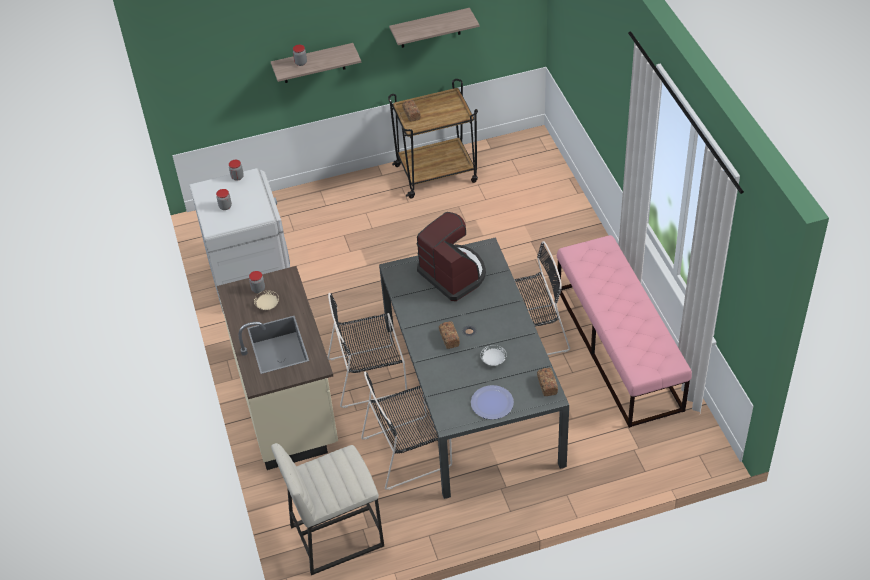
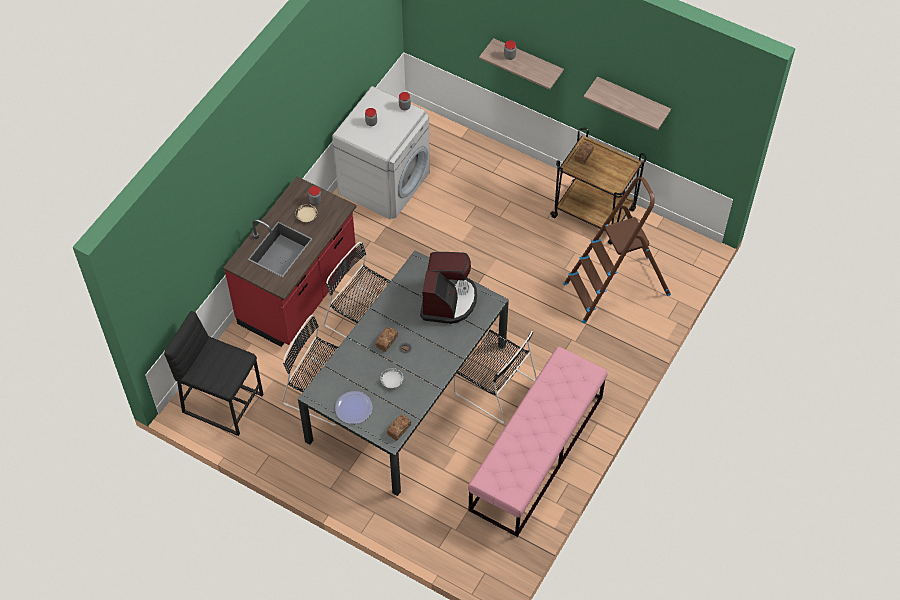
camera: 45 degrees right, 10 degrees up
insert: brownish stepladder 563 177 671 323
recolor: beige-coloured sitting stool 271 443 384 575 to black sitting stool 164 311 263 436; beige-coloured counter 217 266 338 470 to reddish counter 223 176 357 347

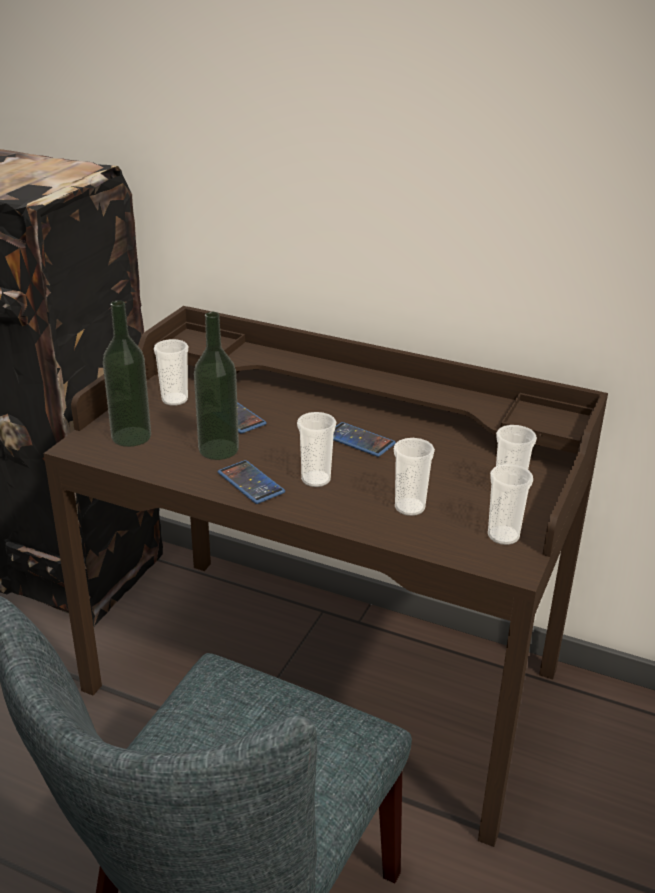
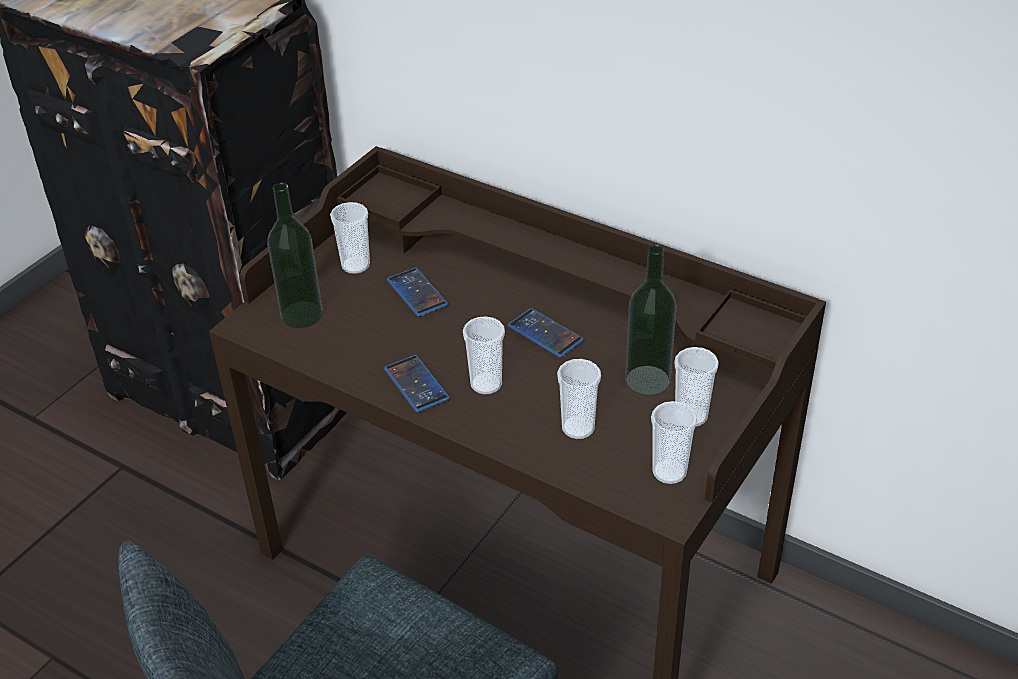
camera: 10 degrees right, 10 degrees up
move: bottle 194 312 239 460 to 625 245 676 396

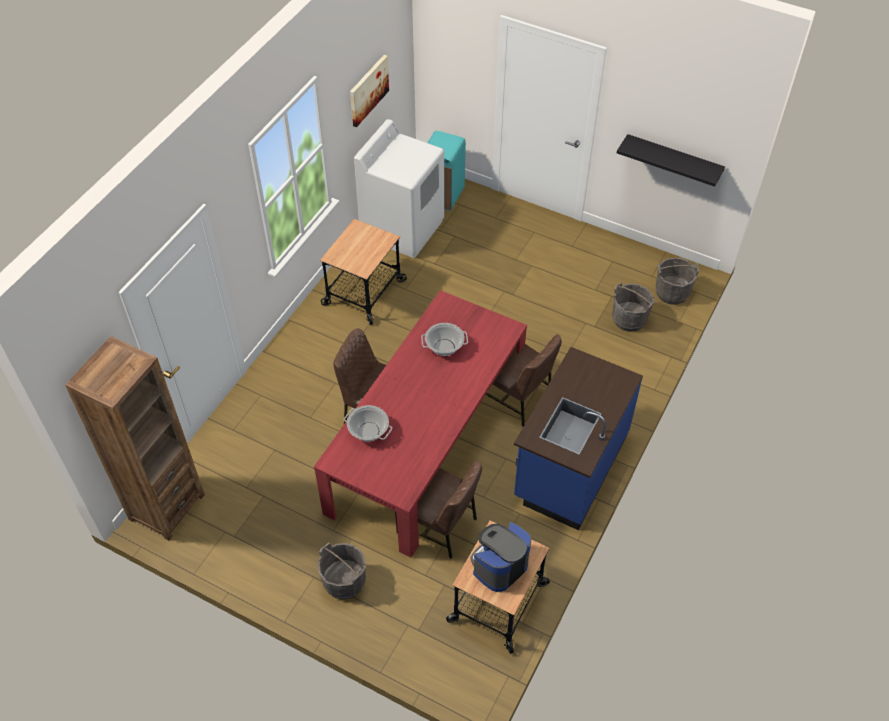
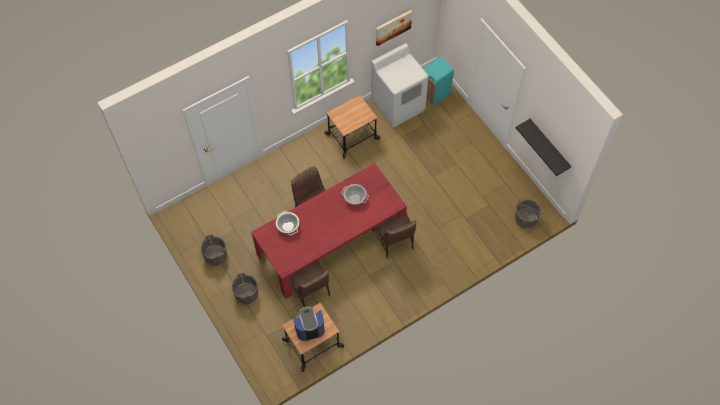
camera: 30 degrees right, 10 degrees up
delete: brownish bookshelf 65 336 205 541; blue counter 514 347 643 530
move: gray pail 612 282 655 332 to 200 234 227 266

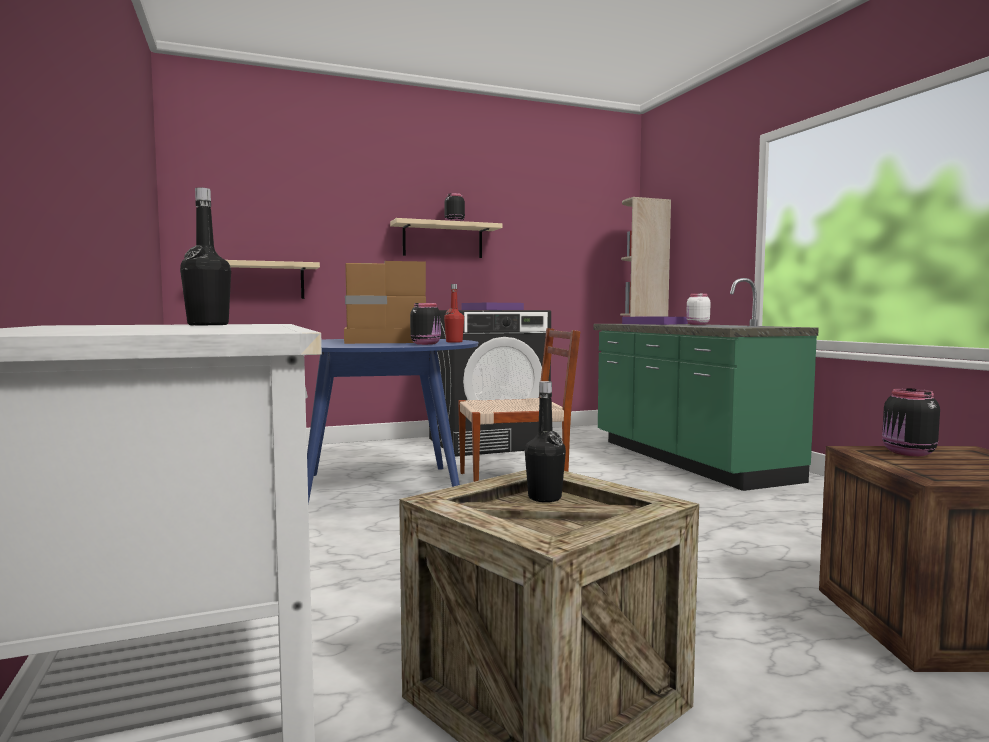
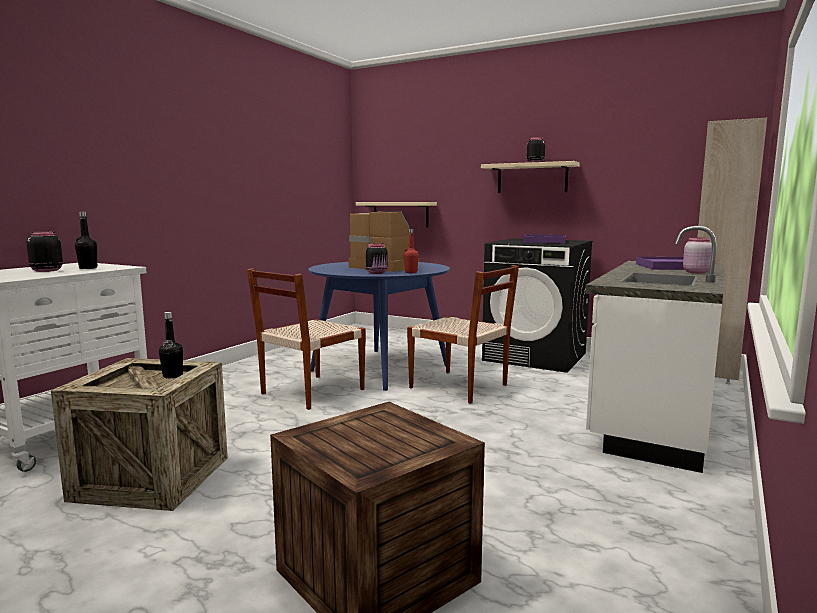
camera: 50 degrees right, 5 degrees up
insert: upright chair 247 268 366 410
move: black jar 882 388 940 456 to 27 231 63 272
recolor: green counter 594 278 819 491 to white counter 585 226 725 473; white jar 686 294 710 325 to pinkish jar 683 237 712 273

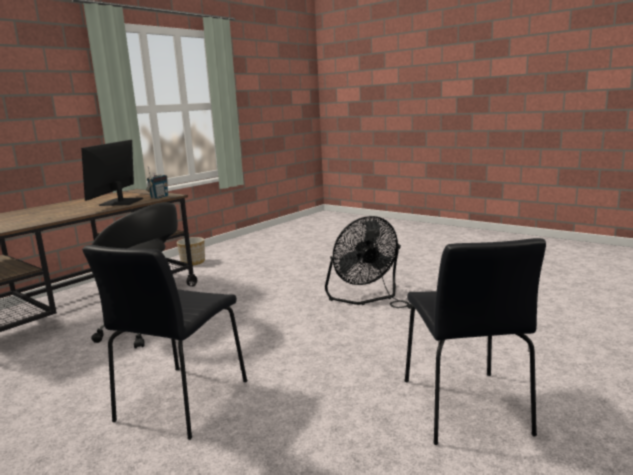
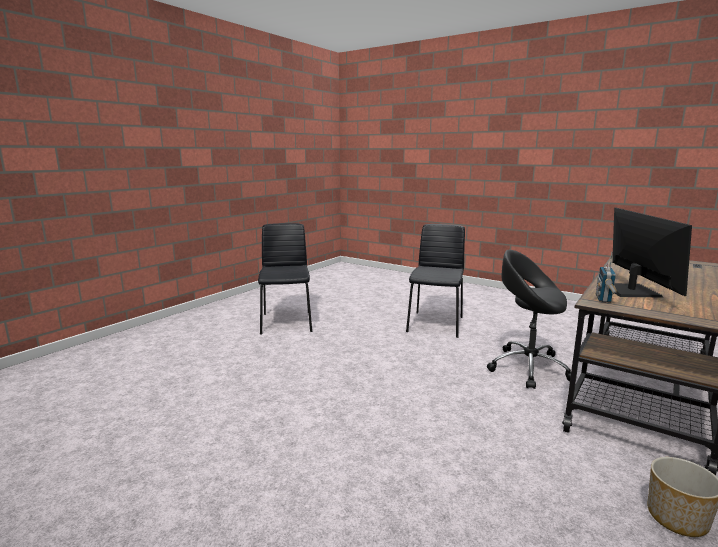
camera: 175 degrees right, 0 degrees up
delete: black electric fan 325 216 412 309

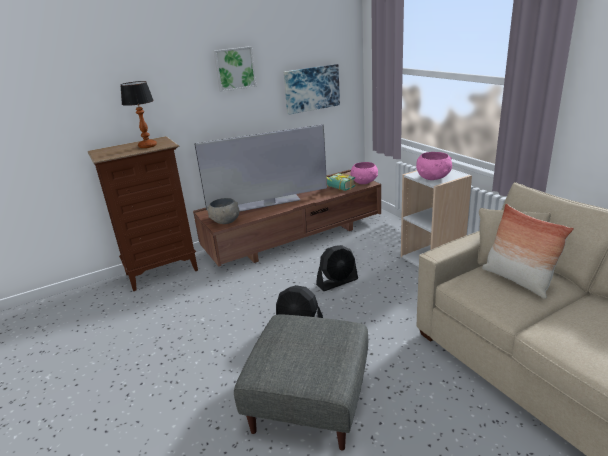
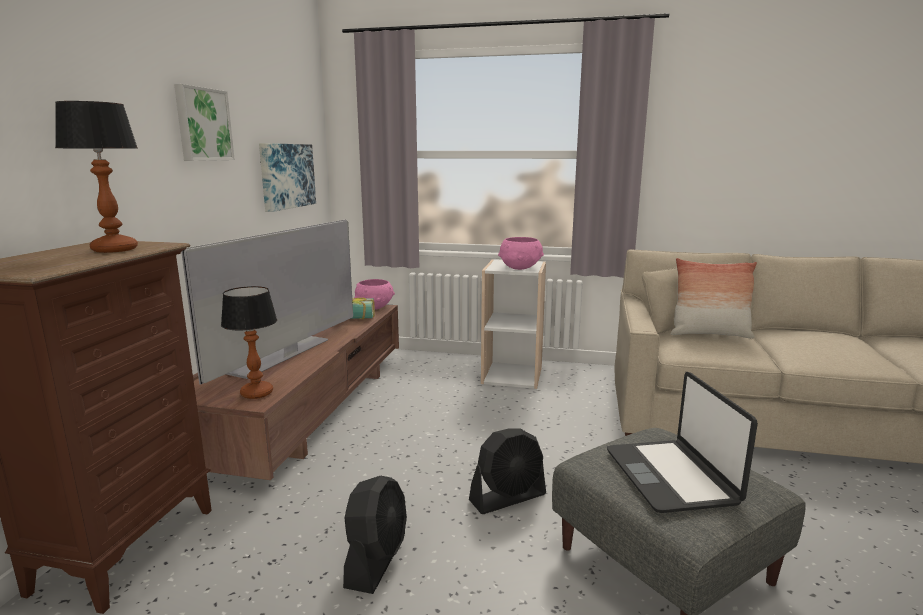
camera: 50 degrees left, 10 degrees down
insert: notebook computer 607 372 758 513
move: black electric fan 316 245 358 291 to 343 476 407 594
replace: gray serving bowl 207 198 239 224 to tabletop lamp 221 286 277 399

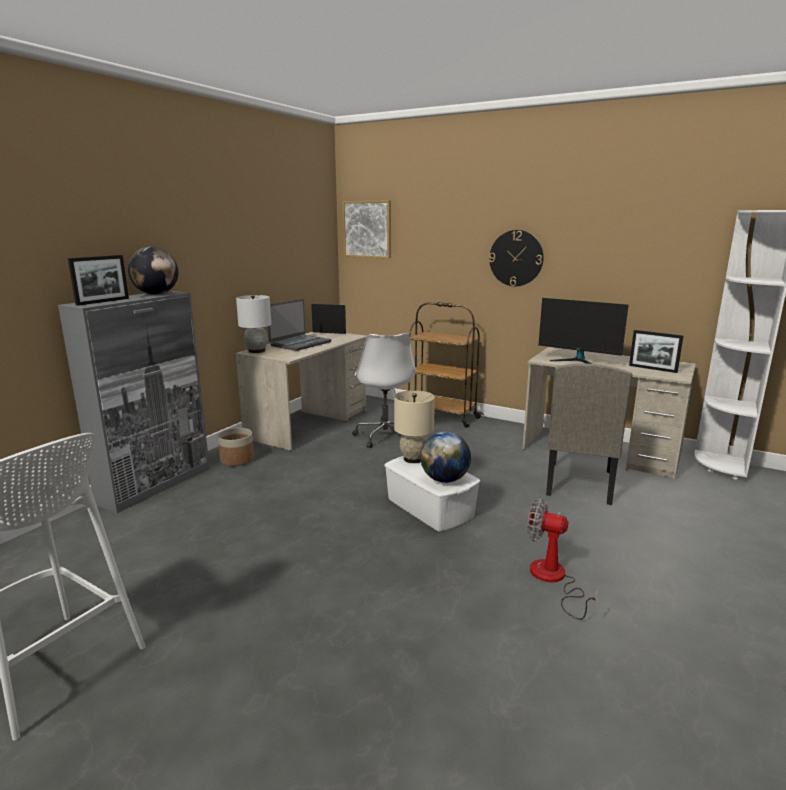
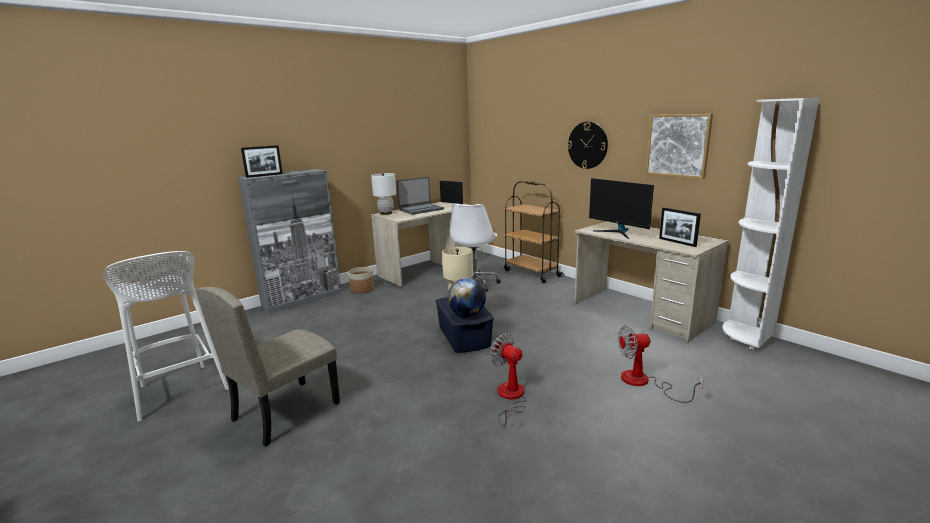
camera: 20 degrees right, 0 degrees up
delete: world globe 128 246 178 295
insert: electric fan 618 325 704 403
move: beige-coloured upright chair 546 363 632 505 to 196 287 340 447; picture 342 201 391 259 to 645 114 713 179
recolor: white storage bin 384 456 480 531 to blue storage bin 436 297 494 353

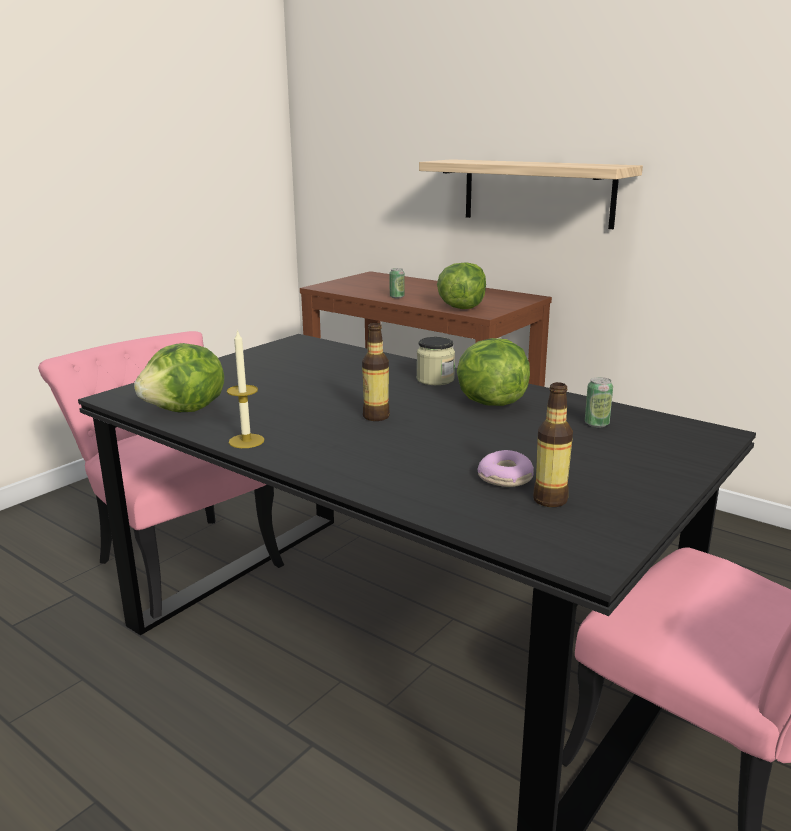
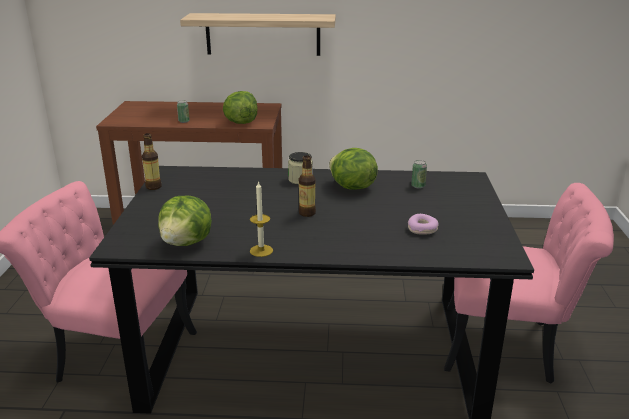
camera: 35 degrees left, 5 degrees up
move: bottle 533 382 573 507 to 142 133 162 190

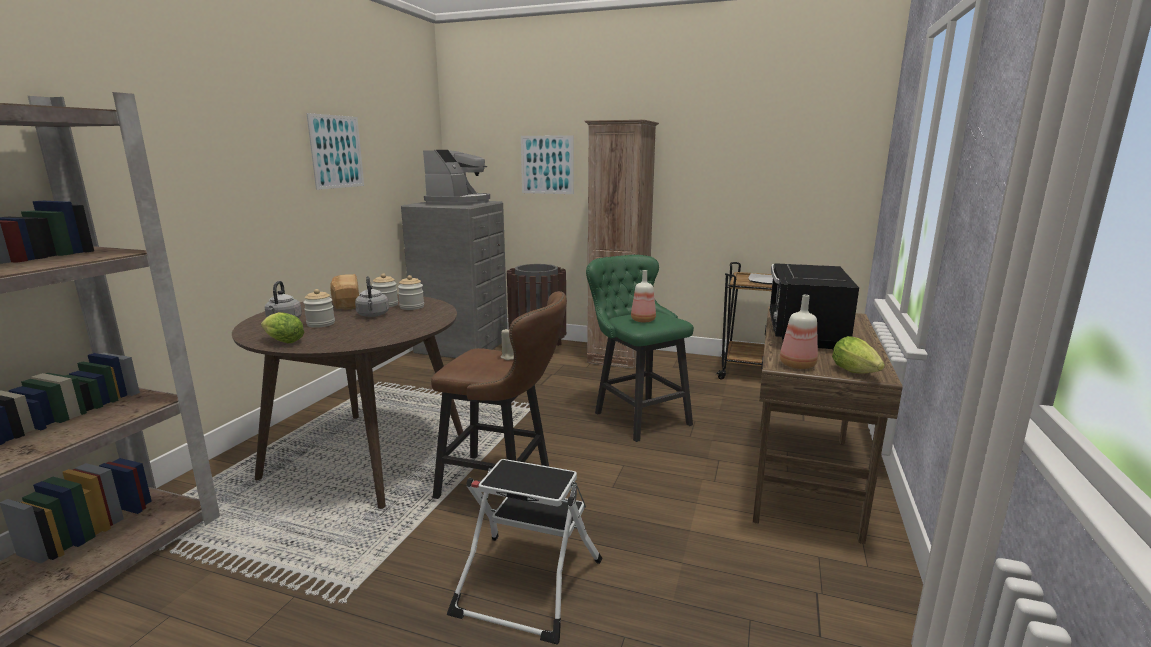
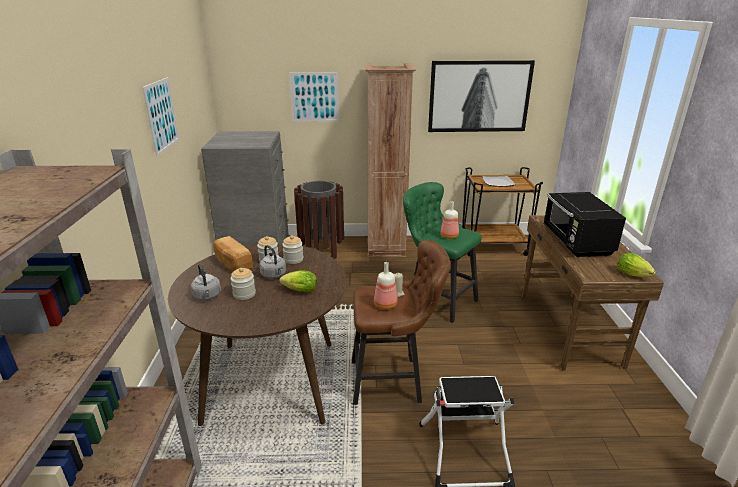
camera: 20 degrees left, 10 degrees up
delete: coffee brewer 423 150 490 205
insert: picture 428 60 535 132
move: head of lettuce 261 312 304 343 to 279 270 317 292; bottle 780 295 818 369 to 374 262 398 310

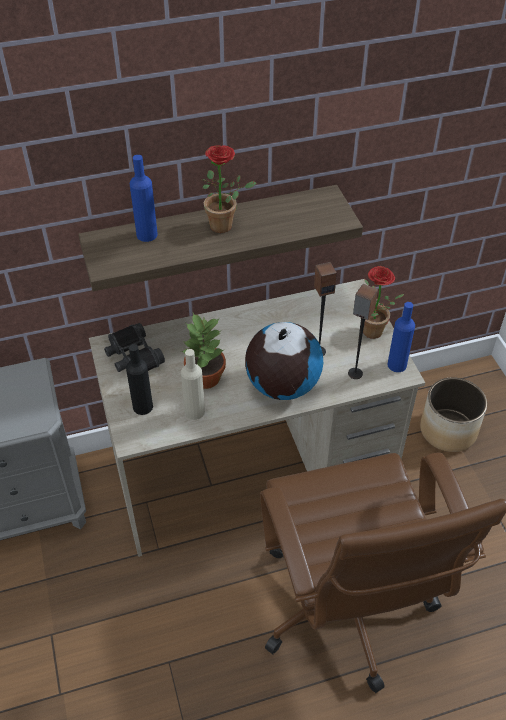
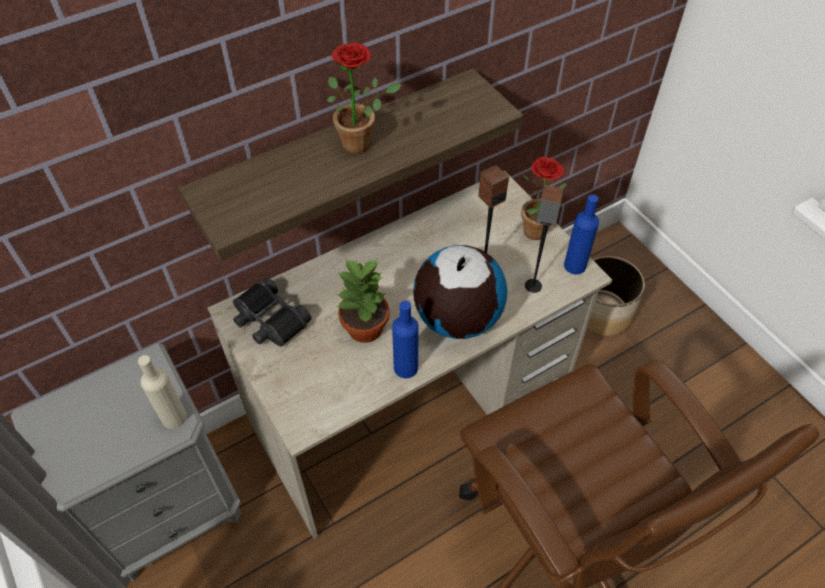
camera: 15 degrees left, 5 degrees up
delete: black bottle 126 344 153 415
move: beige-coloured bottle 181 349 205 420 to 138 355 187 429; blue bottle 130 155 158 242 to 392 301 419 378

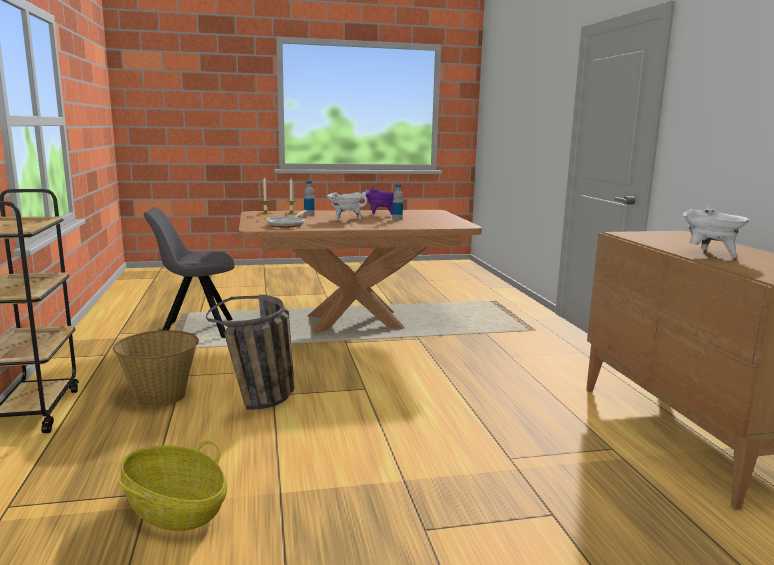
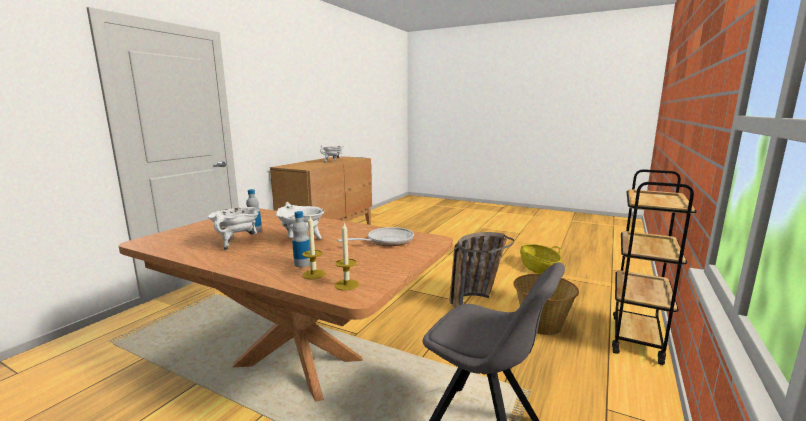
camera: 140 degrees left, 0 degrees up
recolor: purplish saucepot 364 187 394 215 to white saucepot 208 207 259 250

